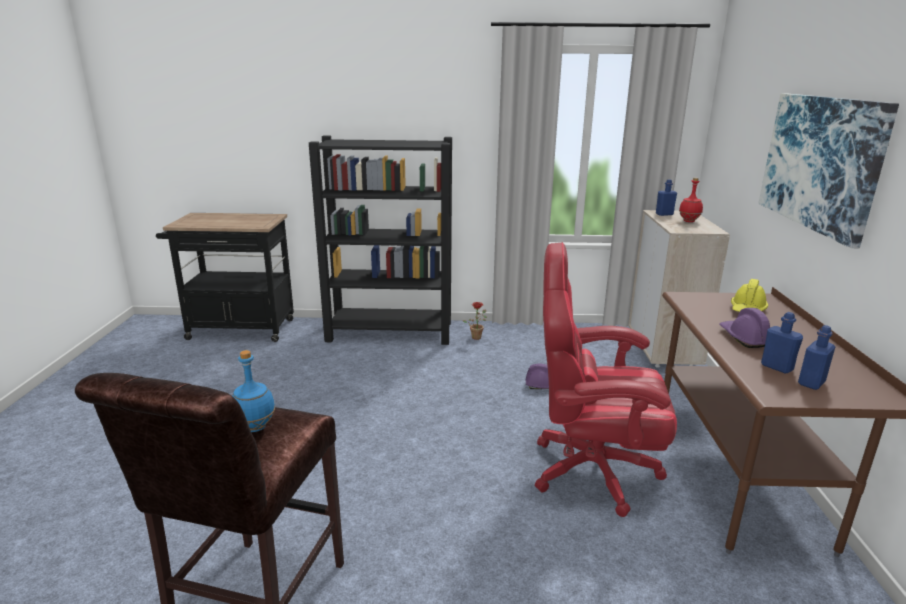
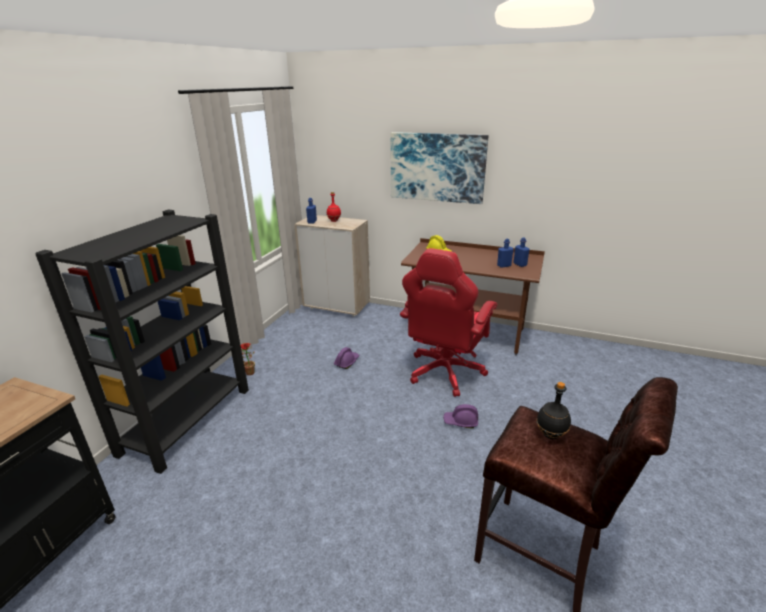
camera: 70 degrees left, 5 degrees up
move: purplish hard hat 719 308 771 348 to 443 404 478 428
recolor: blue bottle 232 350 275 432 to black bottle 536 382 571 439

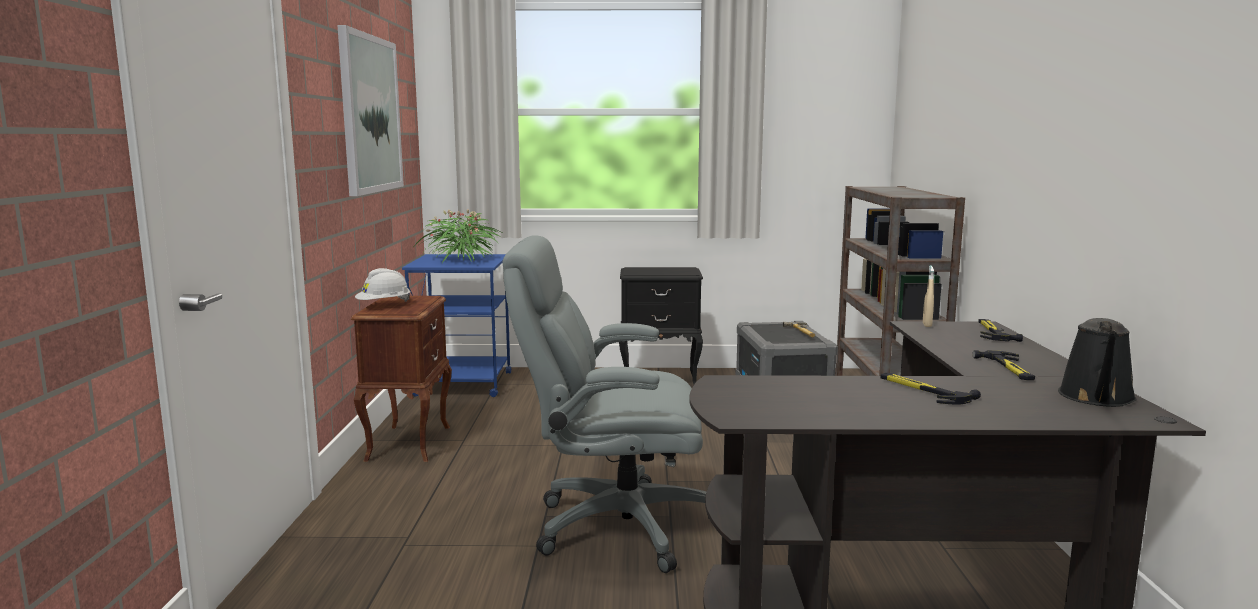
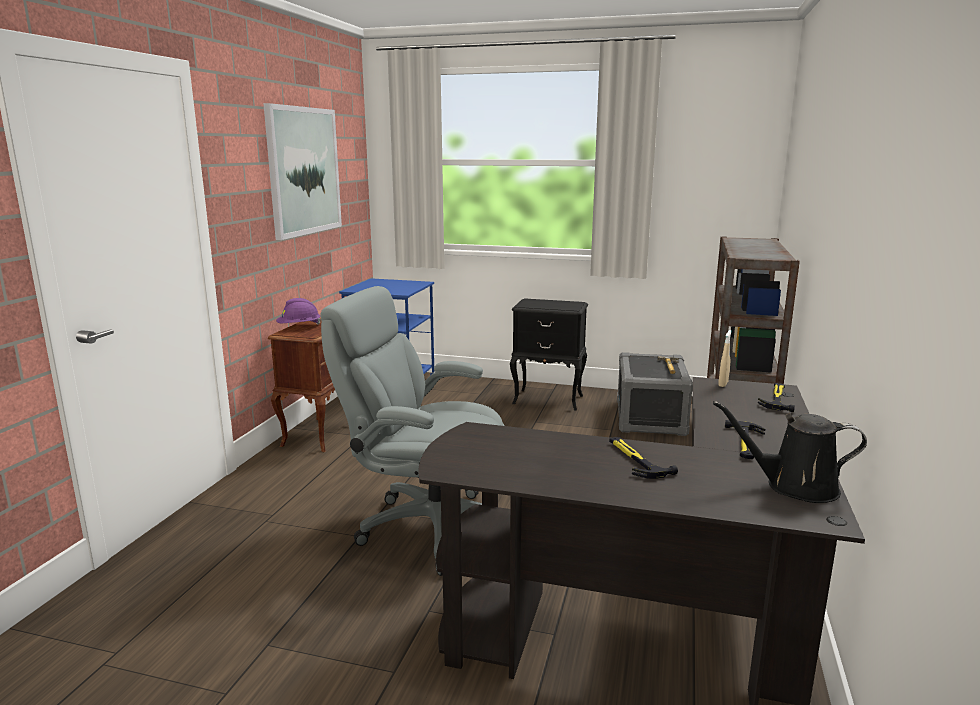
camera: 15 degrees right, 5 degrees up
delete: houseplant 414 209 501 263
recolor: white hard hat 355 268 410 302 to purplish hard hat 276 298 321 325
rotate: black sprinkling can 1058 318 1137 407 = 713 401 867 503 60 degrees clockwise

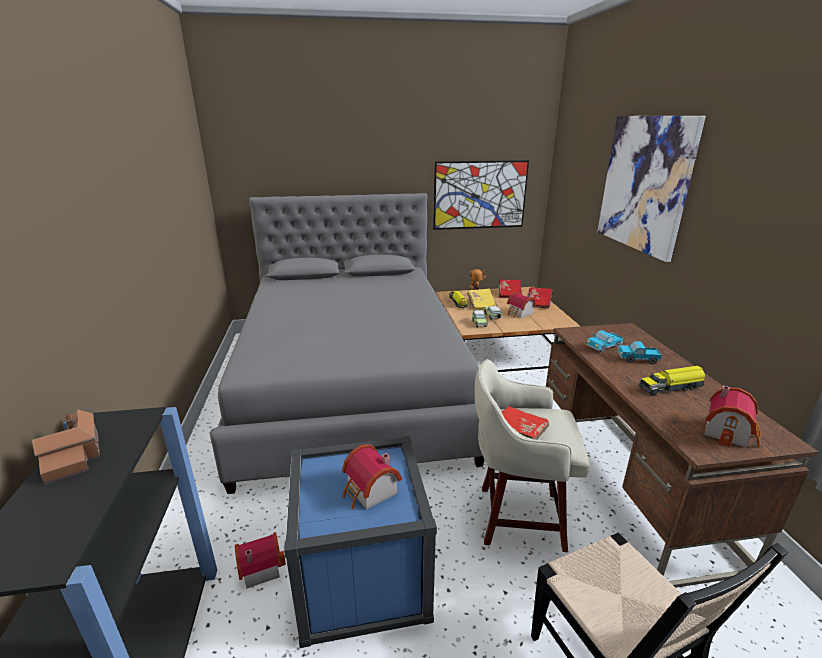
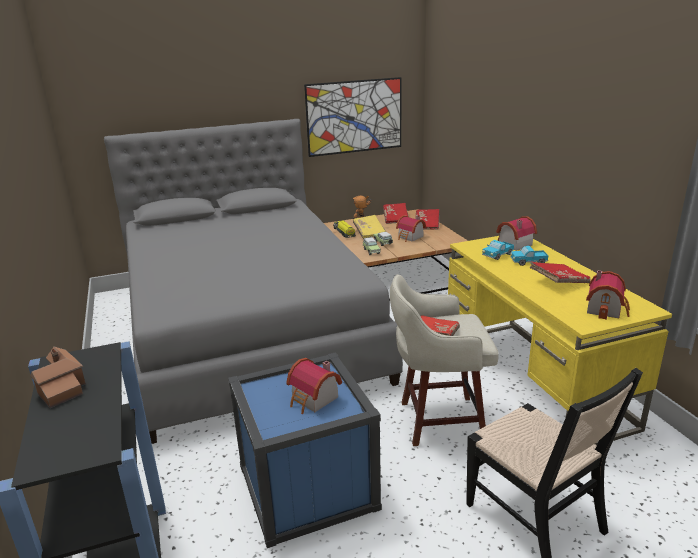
camera: 10 degrees left, 0 degrees up
delete: picture 597 116 706 262
move: miniature house 235 532 286 589 to 496 216 537 251
replace: model truck 639 366 705 396 to reddish volume 530 262 591 283
recolor: brownish desk 546 323 818 588 to yellow-coloured desk 448 236 672 445

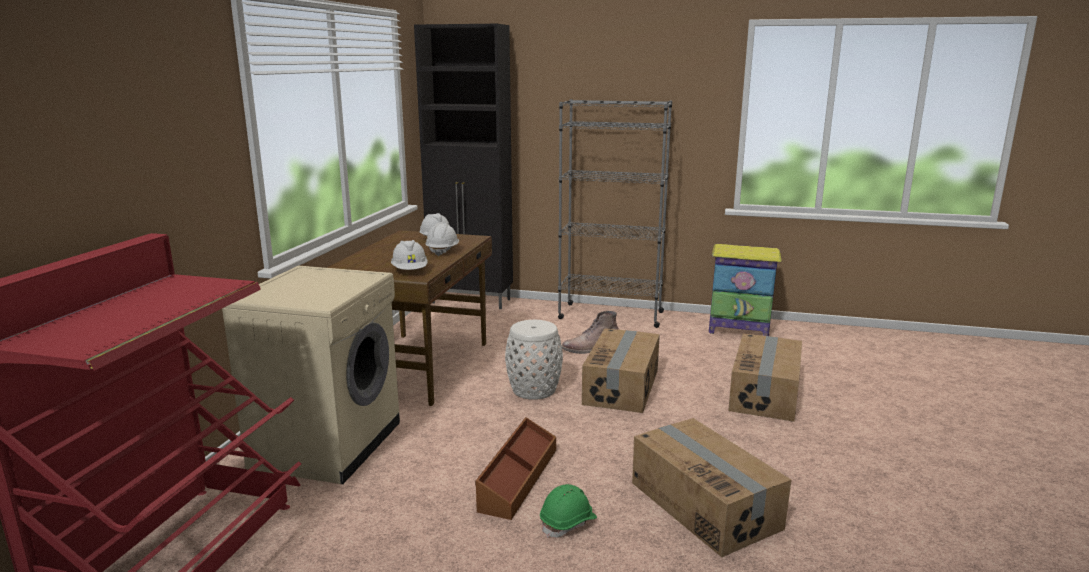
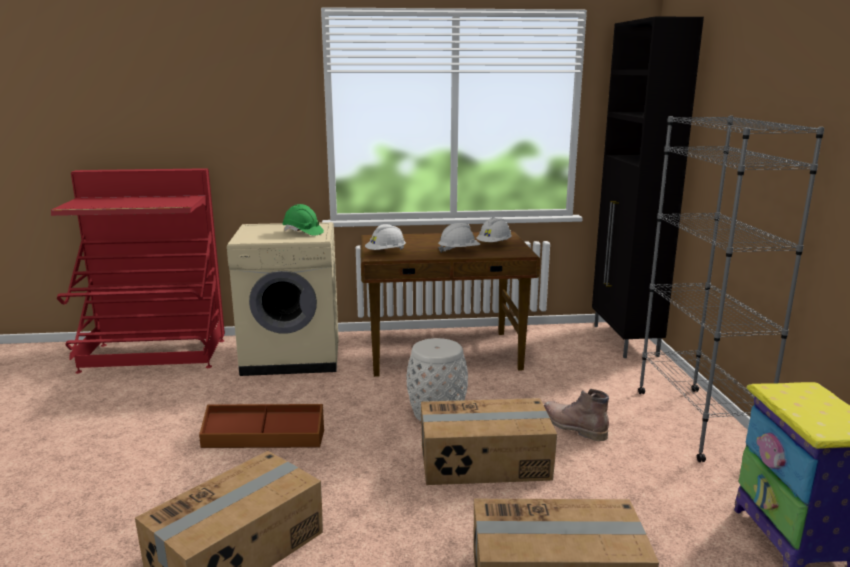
camera: 70 degrees right, 0 degrees up
move: green hard hat 540 484 597 538 to 282 204 324 236

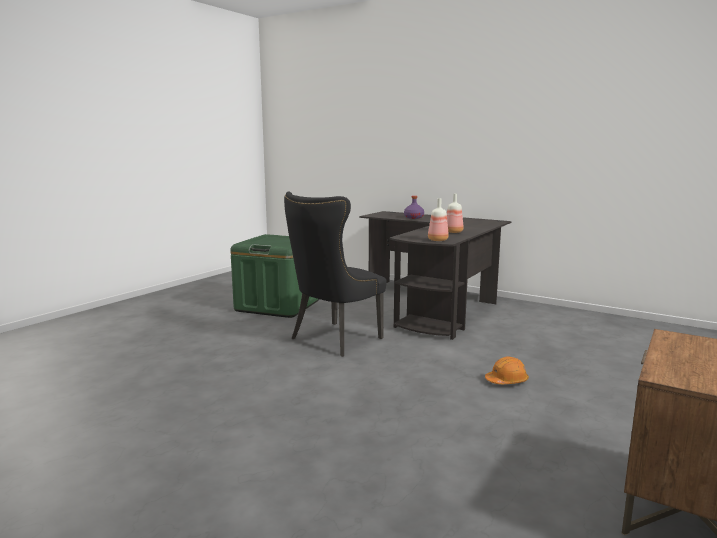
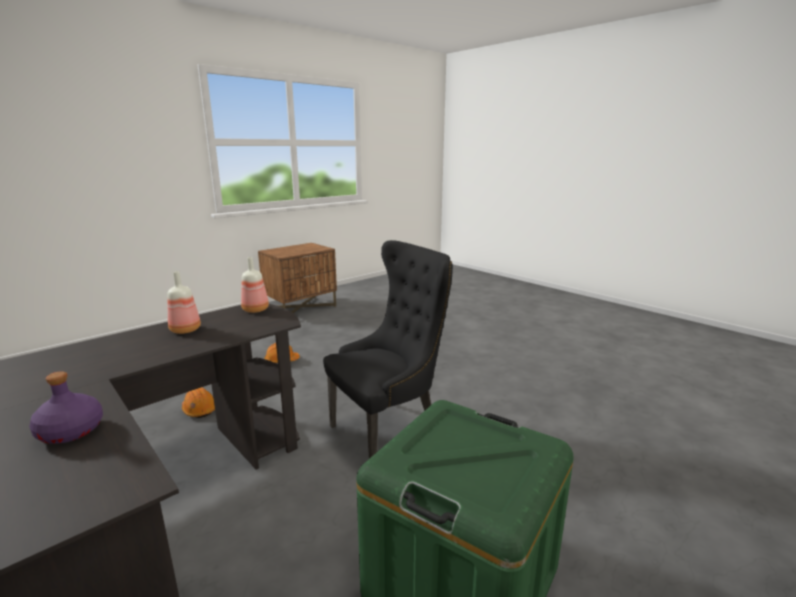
camera: 165 degrees left, 5 degrees up
insert: orangey hard hat 182 387 215 418

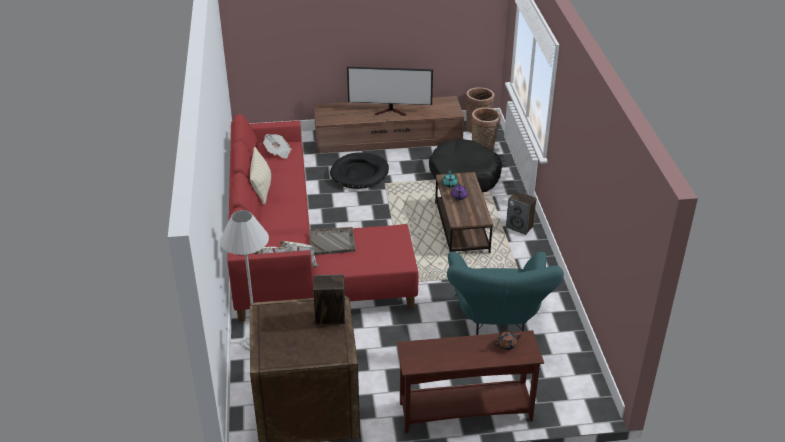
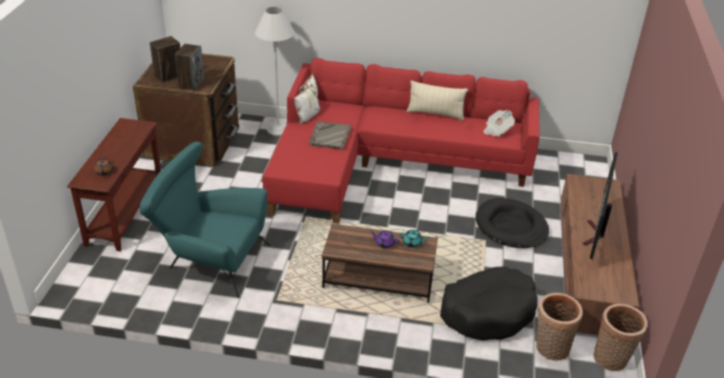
camera: 105 degrees right, 0 degrees up
move: audio speaker 506 191 537 235 to 150 36 180 82

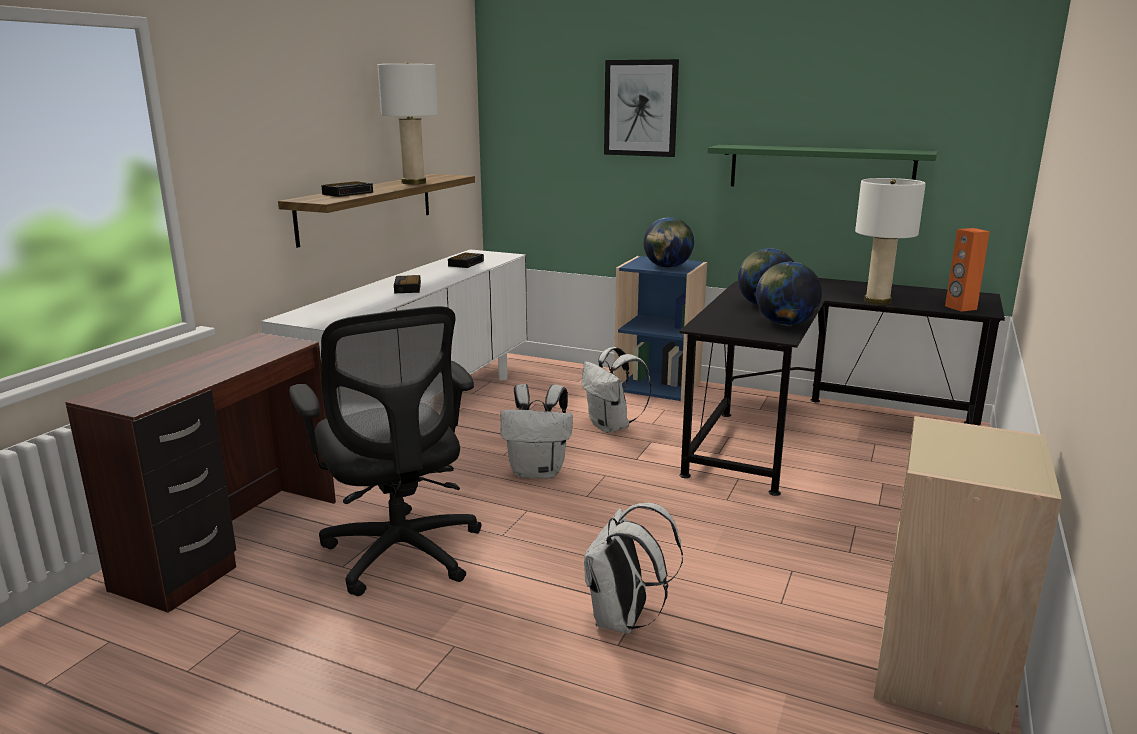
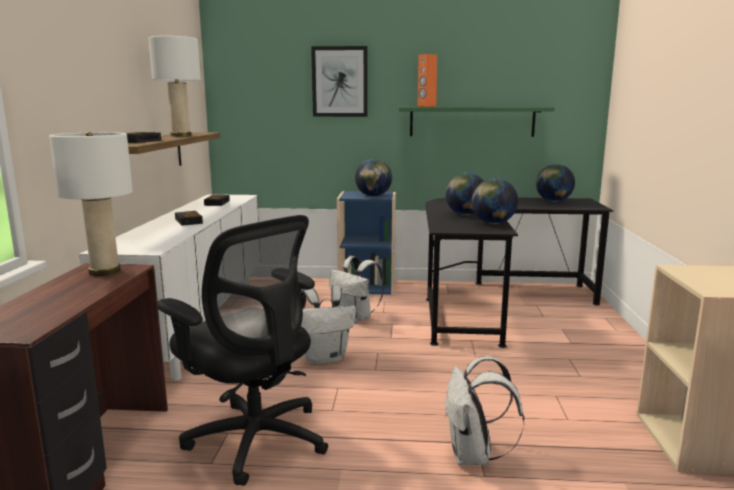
camera: 20 degrees left, 5 degrees down
insert: world globe 536 164 575 202
move: white tabletop lamp 855 178 926 305 to 49 132 133 276; orangey audio speaker 945 228 990 312 to 418 54 437 107

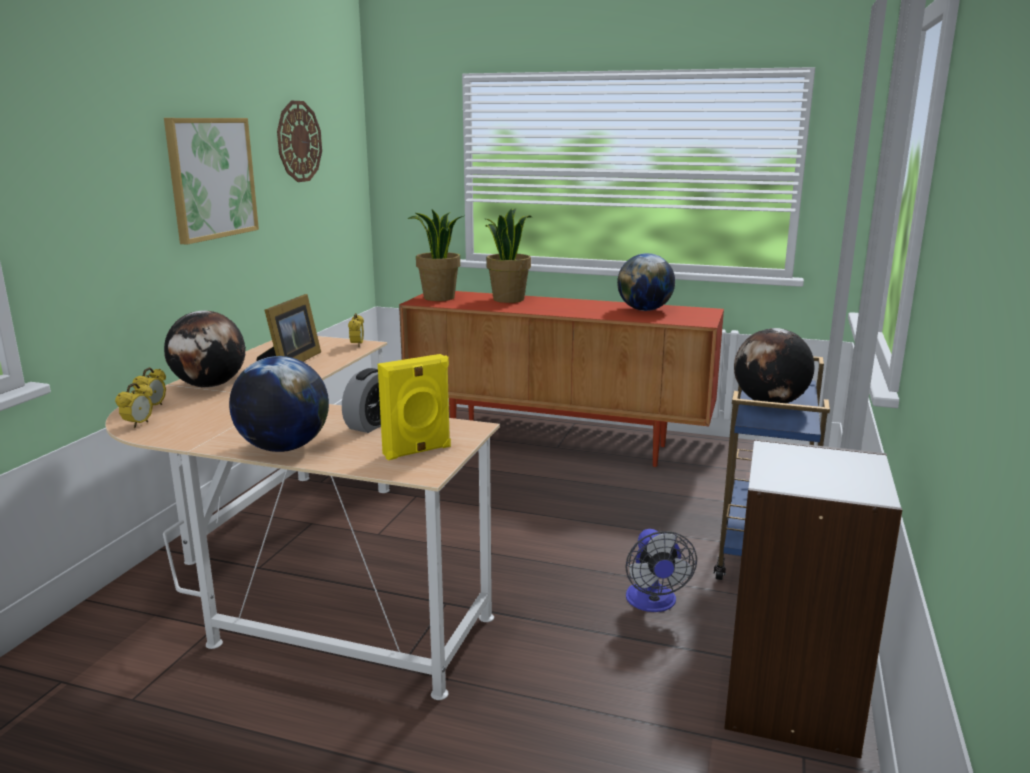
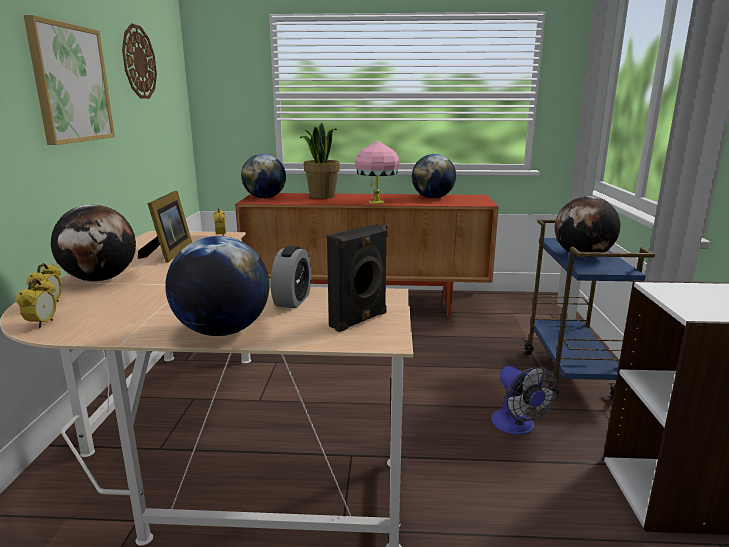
camera: 15 degrees left, 0 degrees up
insert: pinkish tabletop lamp 355 141 399 204
replace: houseplant 407 209 463 301 to world globe 241 154 286 199
recolor: yellow-coloured audio speaker 378 354 451 460 to black audio speaker 327 224 388 332

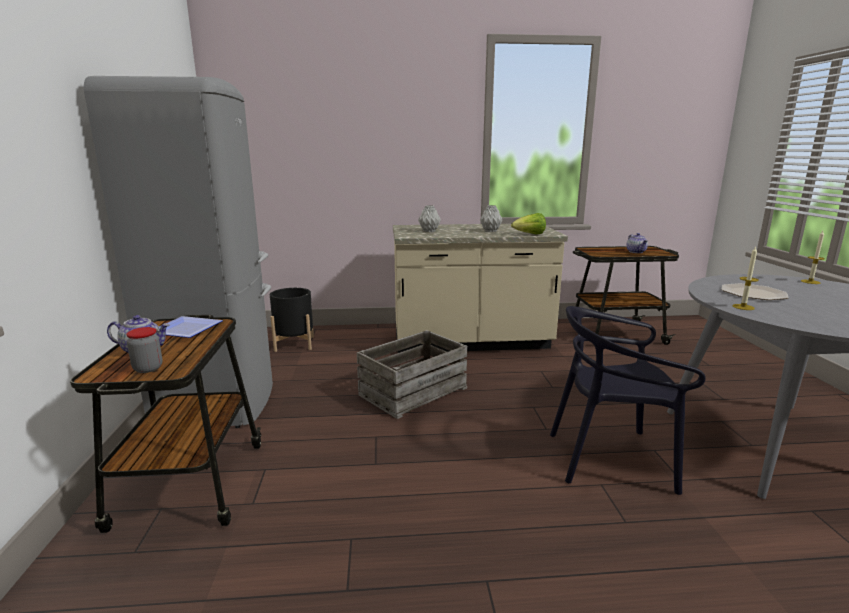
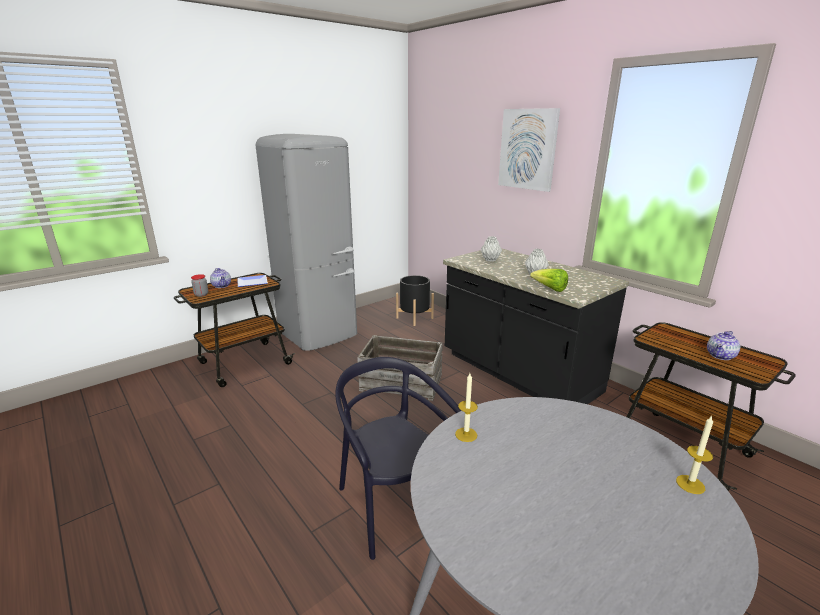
camera: 55 degrees right, 5 degrees up
delete: plate 721 283 789 300
insert: picture 498 108 560 192
recolor: beige-coloured counter 393 224 568 353 to black counter 443 248 629 404

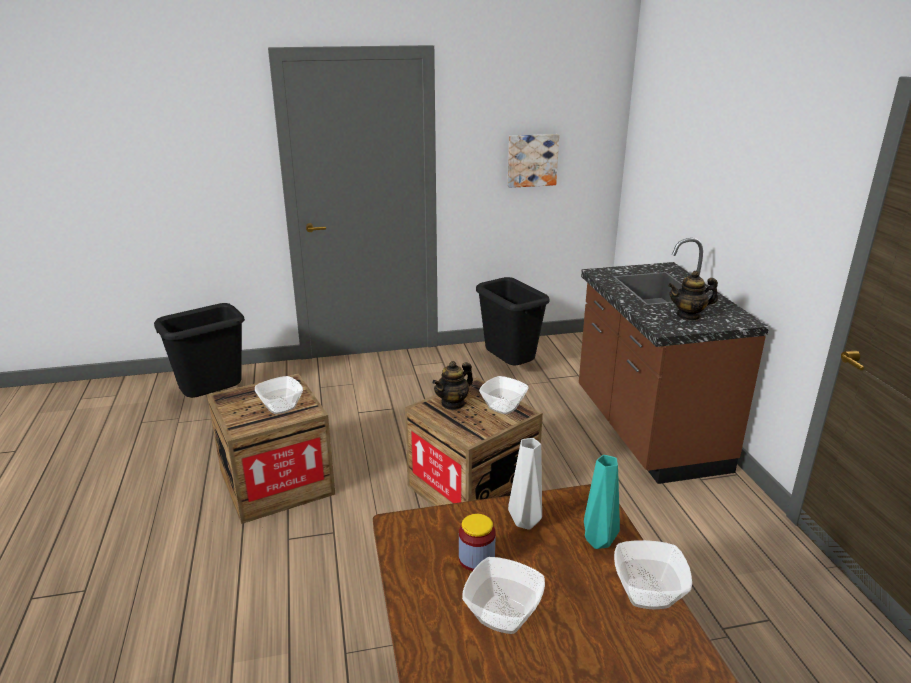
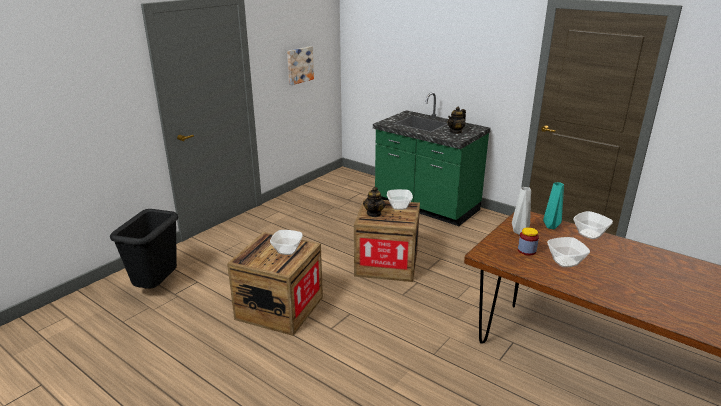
camera: 40 degrees left, 0 degrees up
delete: black trash can 476 277 550 365
recolor: brownish counter 579 238 769 484 to green counter 373 92 490 226

